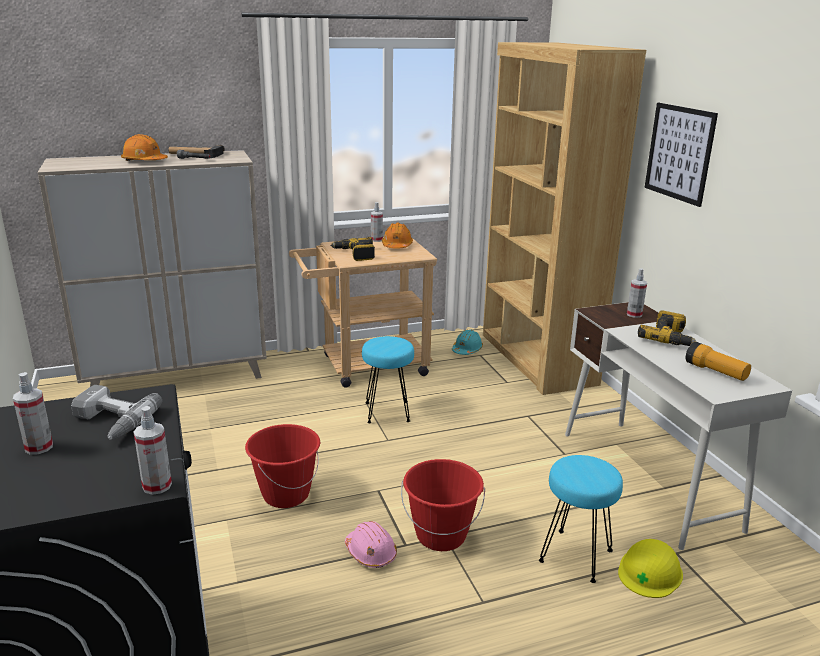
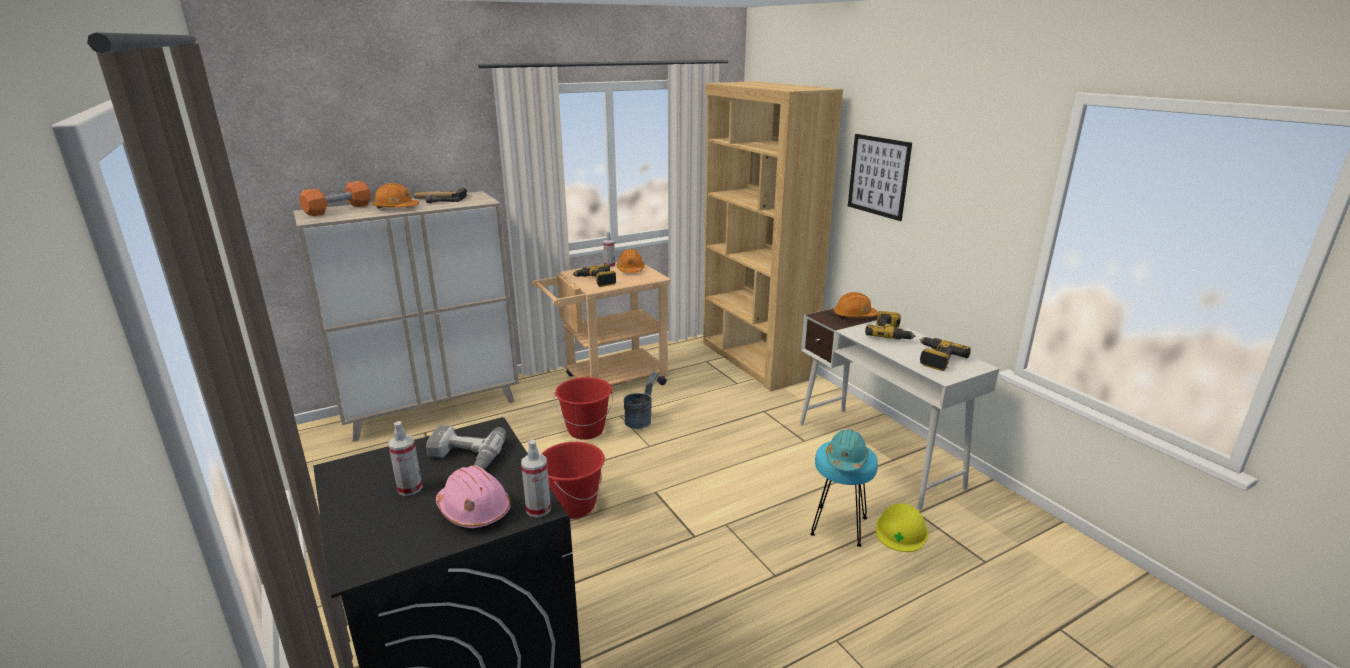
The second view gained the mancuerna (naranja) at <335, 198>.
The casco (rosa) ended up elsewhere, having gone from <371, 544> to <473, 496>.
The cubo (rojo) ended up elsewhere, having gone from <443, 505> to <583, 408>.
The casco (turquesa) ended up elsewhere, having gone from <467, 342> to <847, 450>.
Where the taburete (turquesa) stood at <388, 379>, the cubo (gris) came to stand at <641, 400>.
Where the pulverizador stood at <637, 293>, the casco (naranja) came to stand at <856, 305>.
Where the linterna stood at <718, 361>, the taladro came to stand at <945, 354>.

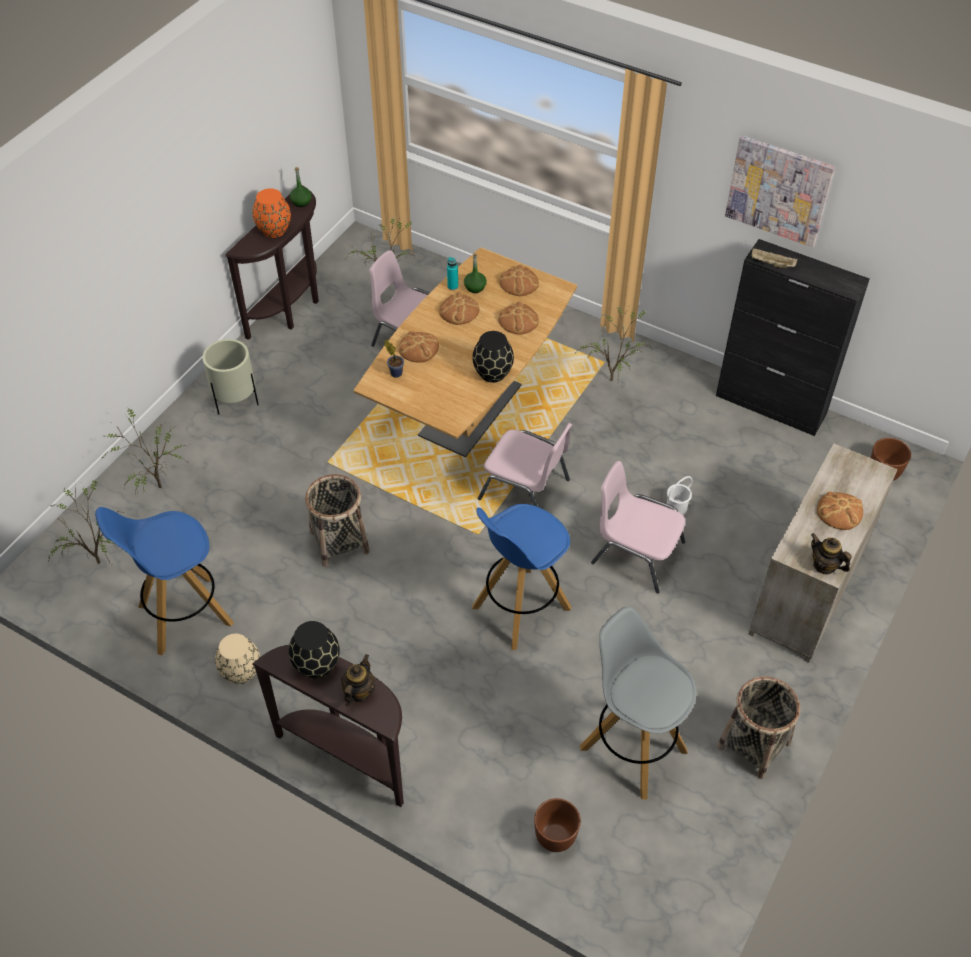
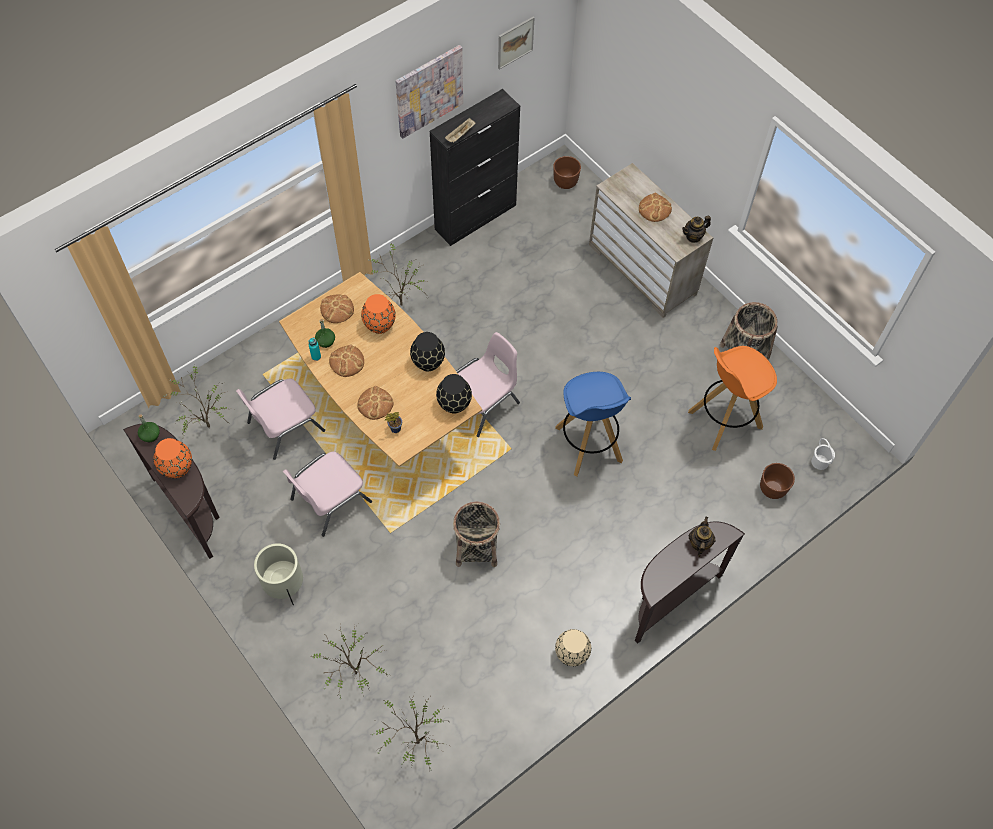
The second view lost the taburete (azul) at <164, 581>.
The second view gained the cuadro at <516, 43>.
The florero (negro) ended up elsewhere, having gone from <314, 649> to <454, 393>.
The silla (rosa) ended up elsewhere, having gone from <638, 527> to <327, 494>.
The cubo (blanco) ended up elsewhere, having gone from <679, 495> to <823, 454>.
Where the pan stood at <518, 318>, the florero (naranja) came to stand at <378, 314>.
What was the taburete (gris) at <638, 703> turned into the taburete (naranja) at <732, 398>.
The tetera at <358, 680> ended up facing another way, 60 degrees clockwise from before.

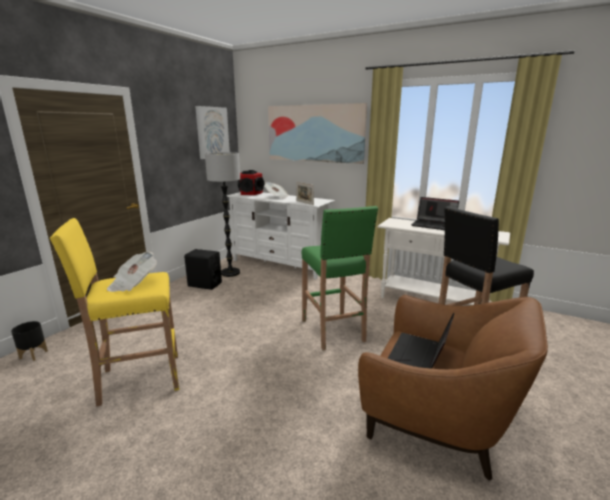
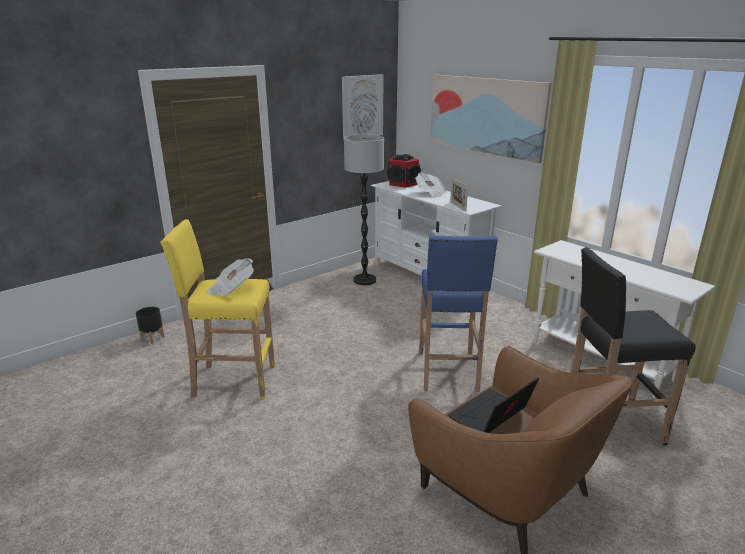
The second view lost the altavoz (negro) at <203, 269>.
The second view lost the portátil at <435, 213>.
What was the taburete (verde) at <340, 278> turned into the taburete (azul) at <458, 313>.

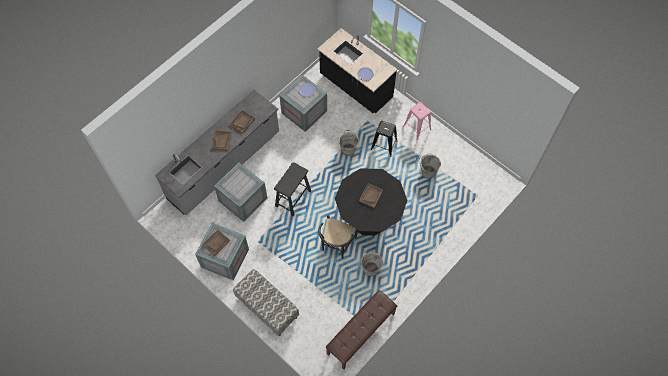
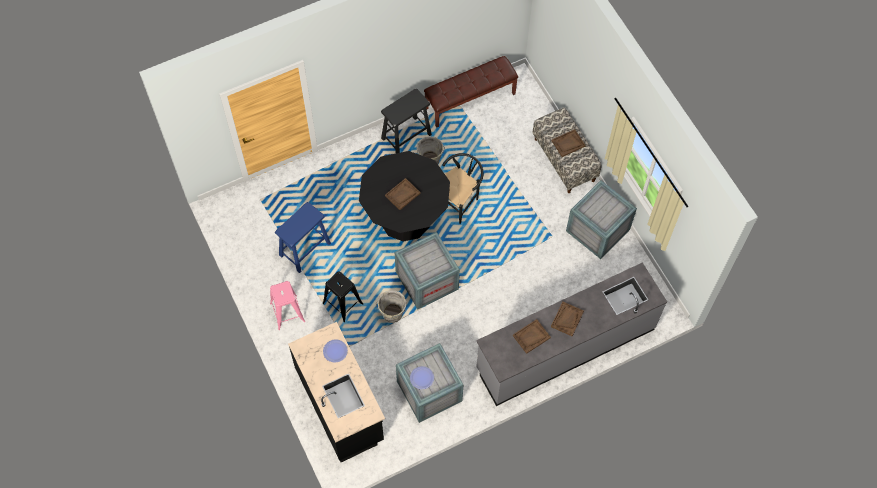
The bandeja (marrón) ended up elsewhere, having gone from <216, 243> to <569, 143>.
The caja de embalaje ended up elsewhere, having gone from <240, 192> to <427, 270>.
The taburete (negro) ended up elsewhere, having gone from <292, 189> to <406, 121>.
Where the cubo (gris) stood at <429, 166>, the taburete (azul) came to stand at <303, 237>.

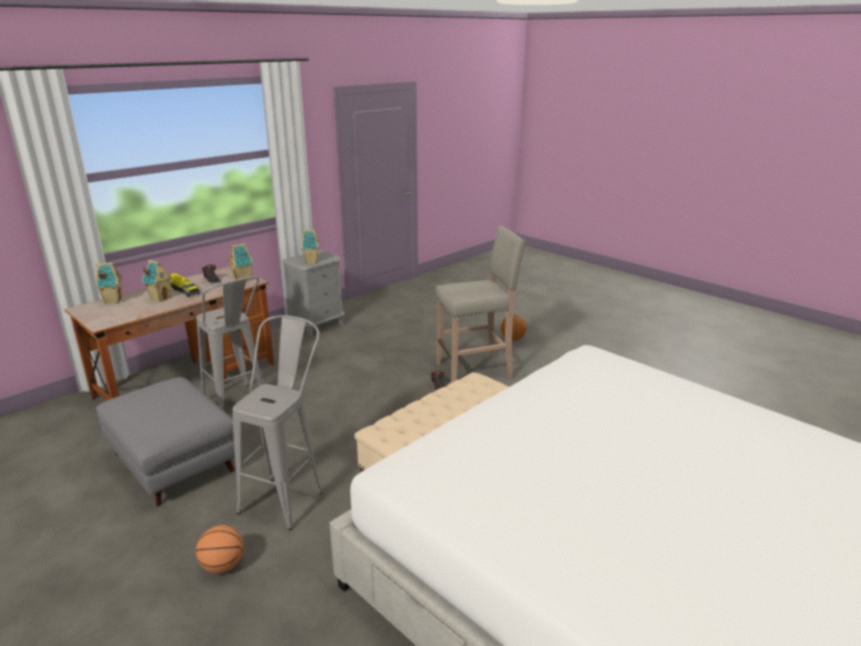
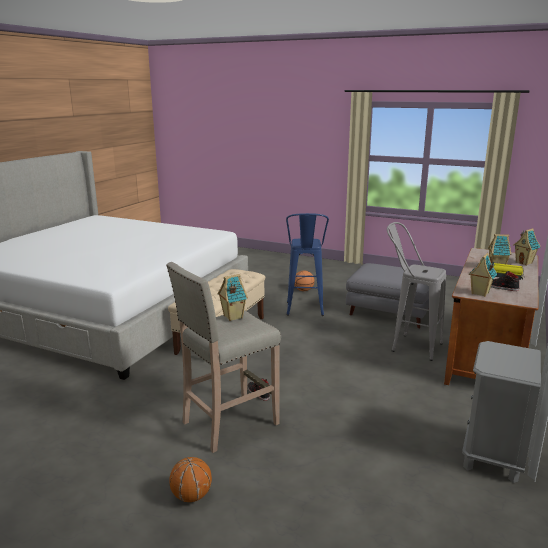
The casita ended up elsewhere, having gone from <310, 247> to <233, 297>.
What was the taburete (gris) at <277, 422> turned into the taburete (azul) at <307, 264>.

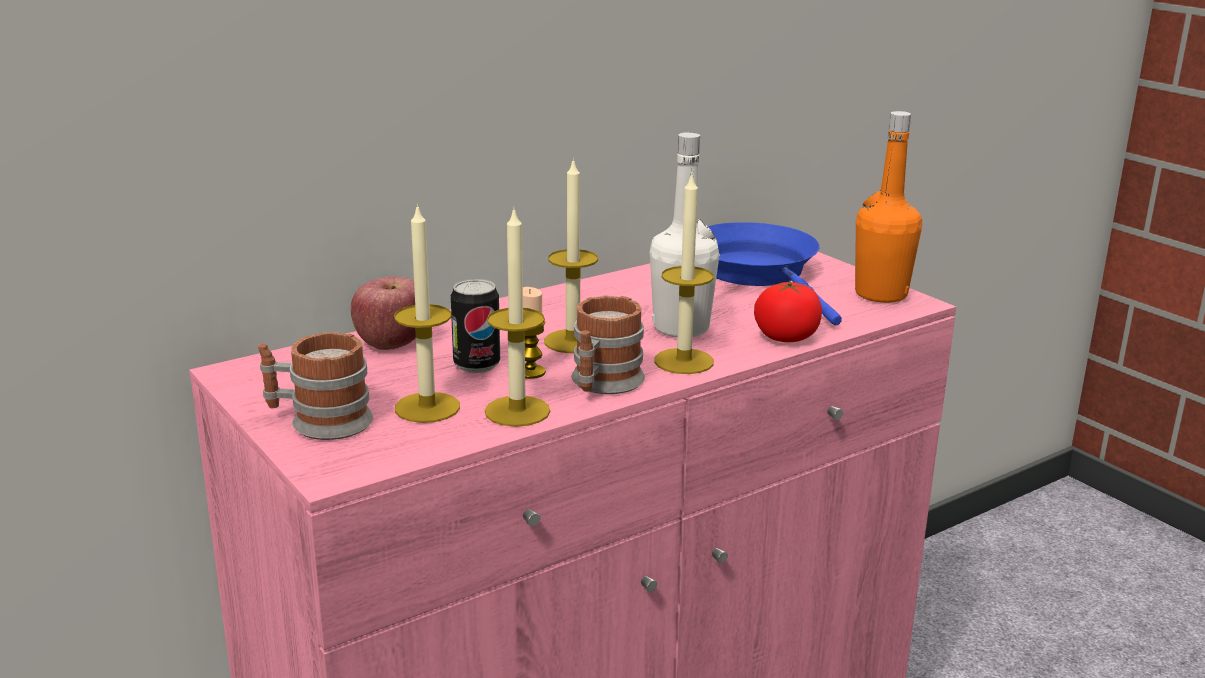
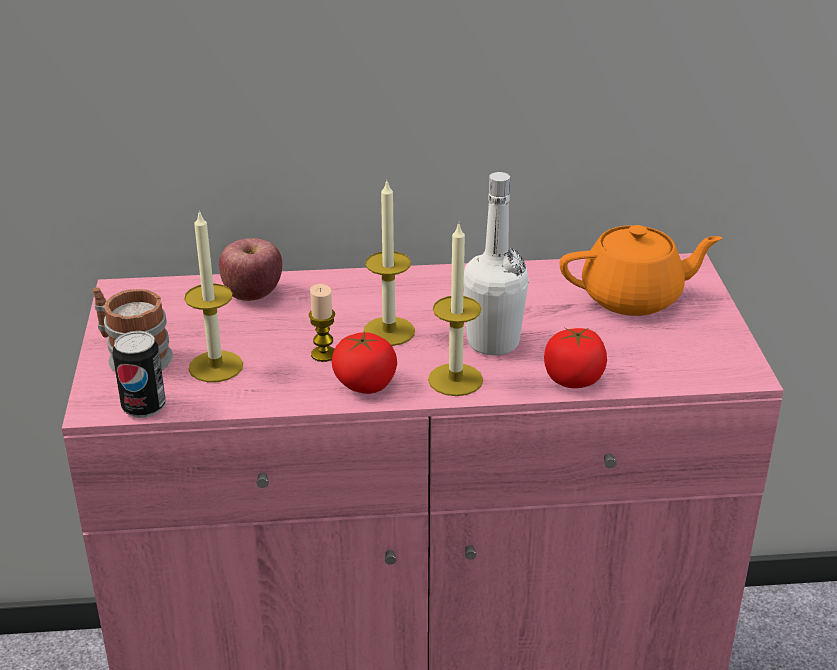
The second view lost the vela at <517, 316>.
The second view lost the botella (naranja) at <888, 207>.
The lata ended up elsewhere, having gone from <475, 326> to <139, 374>.
Where the taza grande stood at <608, 345>, the tomate came to stand at <364, 363>.
Where the sartén (azul) stood at <775, 274>, the tetera (naranja) came to stand at <640, 270>.

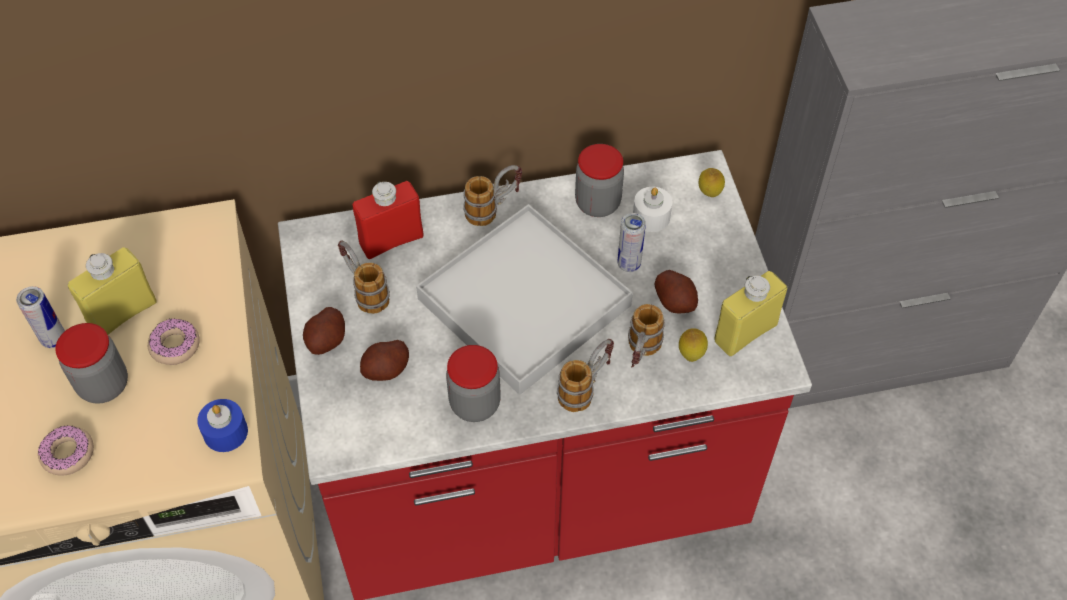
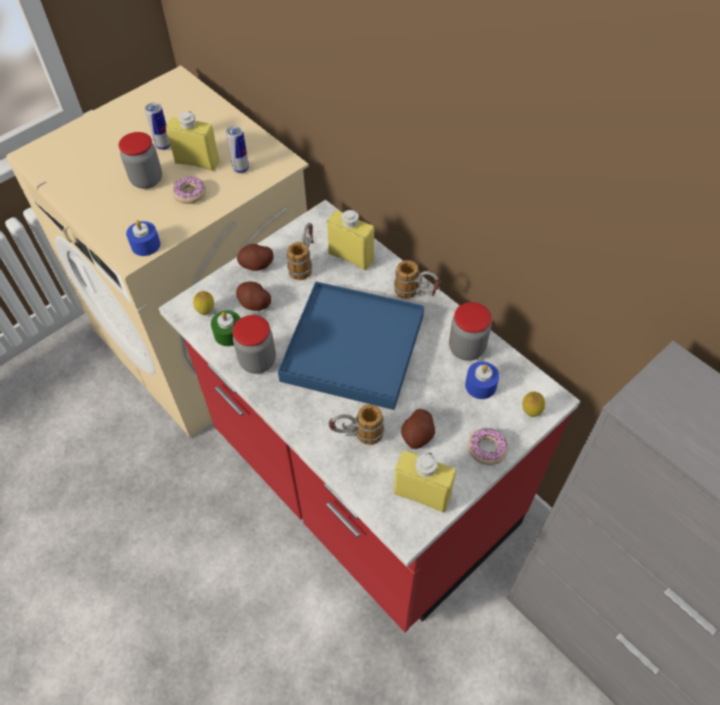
The second view lost the taza grande at <585, 375>.
The second view gained the vela (verde) at <225, 328>.
The rosquilla ended up elsewhere, having gone from <66, 450> to <488, 446>.
The lata ended up elsewhere, having gone from <632, 242> to <237, 149>.
The limón ended up elsewhere, having gone from <693, 345> to <203, 303>.
What was the botella (rojo) at <388, 220> turned into the botella (amarillo) at <350, 240>.
What was the bandeja (blanco) at <524, 299> turned into the bandeja (azul) at <351, 346>.
What was the vela (blanco) at <653, 209> turned into the vela (azul) at <482, 380>.

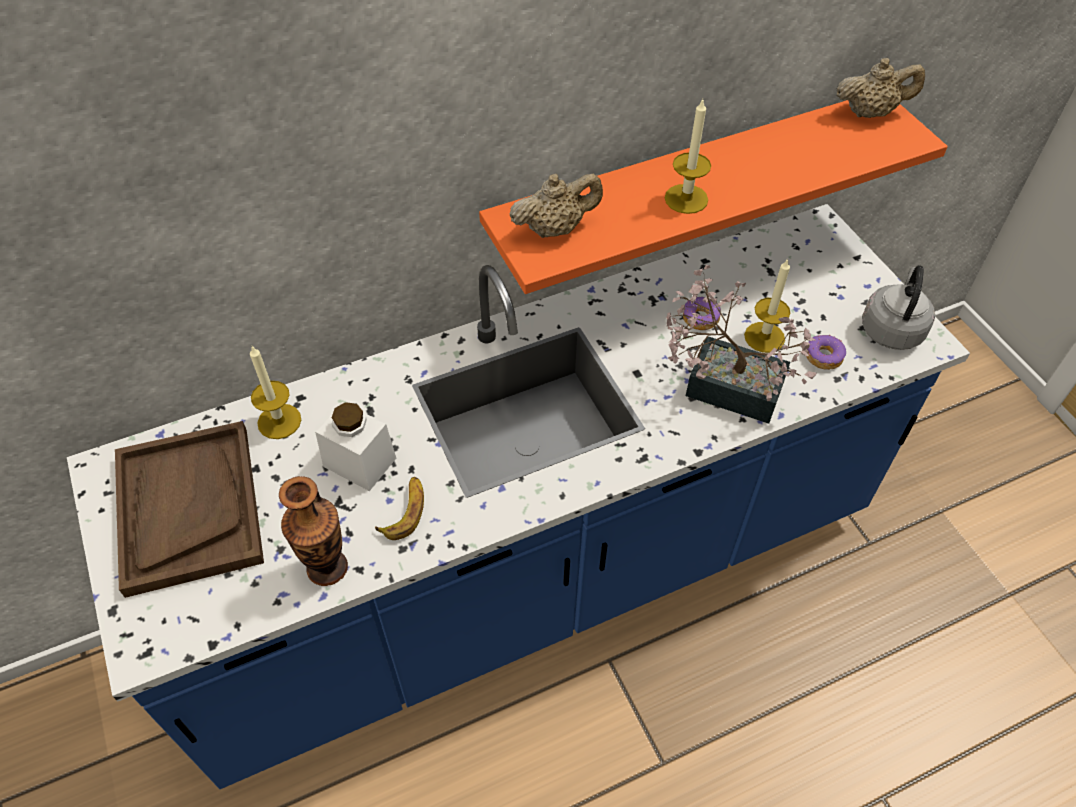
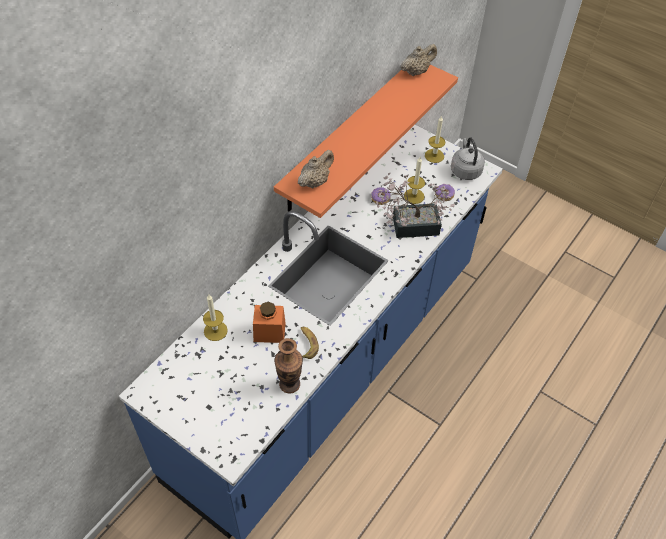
The second view lost the bandeja (marrón) at <189, 509>.
The vela ended up elsewhere, having gone from <688, 156> to <435, 139>.
What was the tarro (blanco) at <355, 446> turned into the tarro (naranja) at <269, 322>.

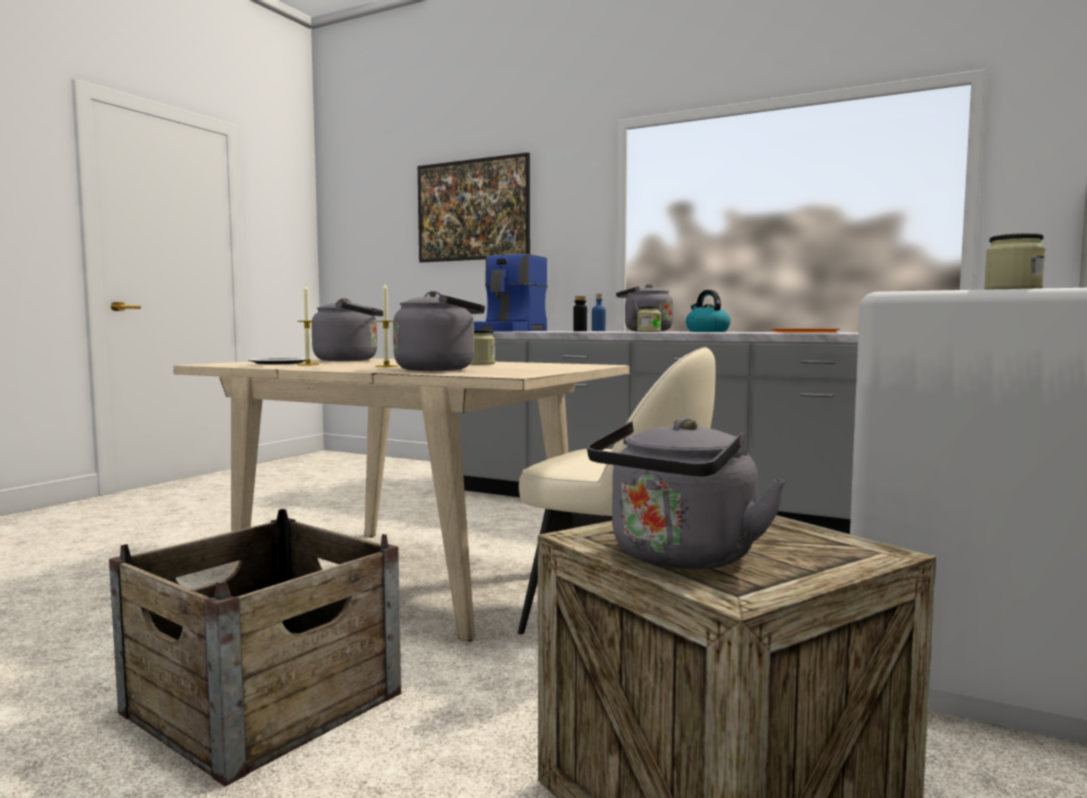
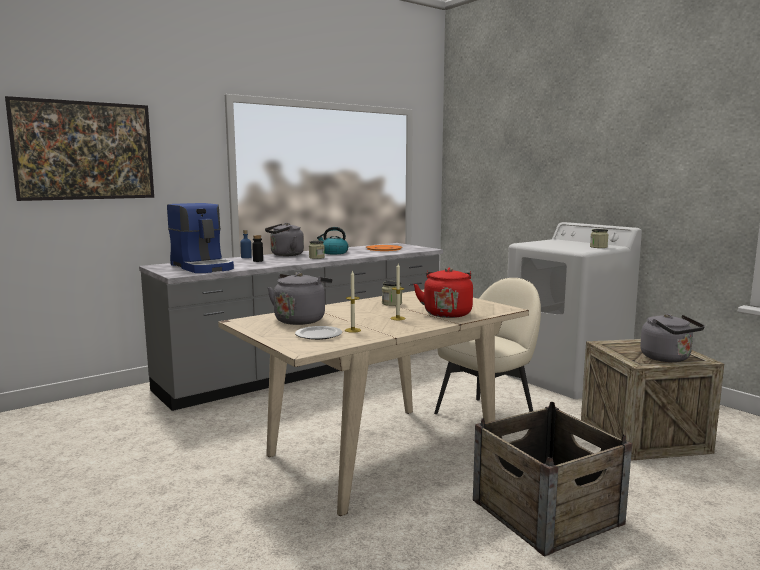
What was the hervidor (gris) at <439, 331> turned into the hervidor (rojo) at <443, 293>.

